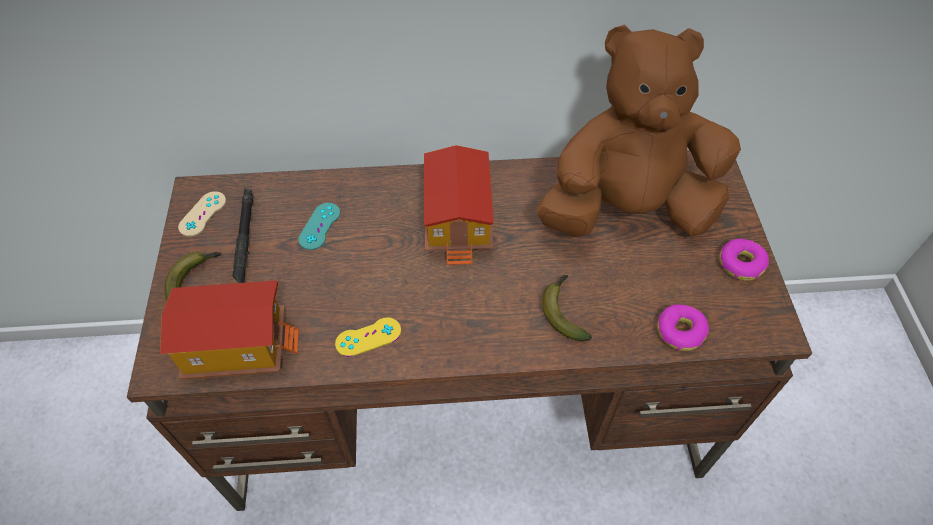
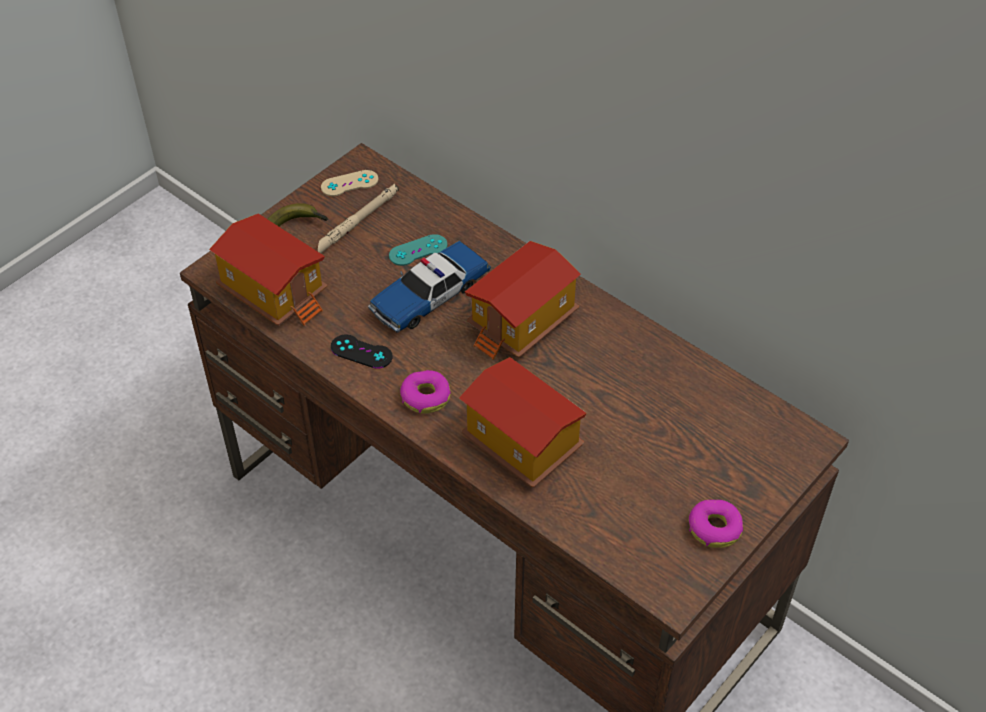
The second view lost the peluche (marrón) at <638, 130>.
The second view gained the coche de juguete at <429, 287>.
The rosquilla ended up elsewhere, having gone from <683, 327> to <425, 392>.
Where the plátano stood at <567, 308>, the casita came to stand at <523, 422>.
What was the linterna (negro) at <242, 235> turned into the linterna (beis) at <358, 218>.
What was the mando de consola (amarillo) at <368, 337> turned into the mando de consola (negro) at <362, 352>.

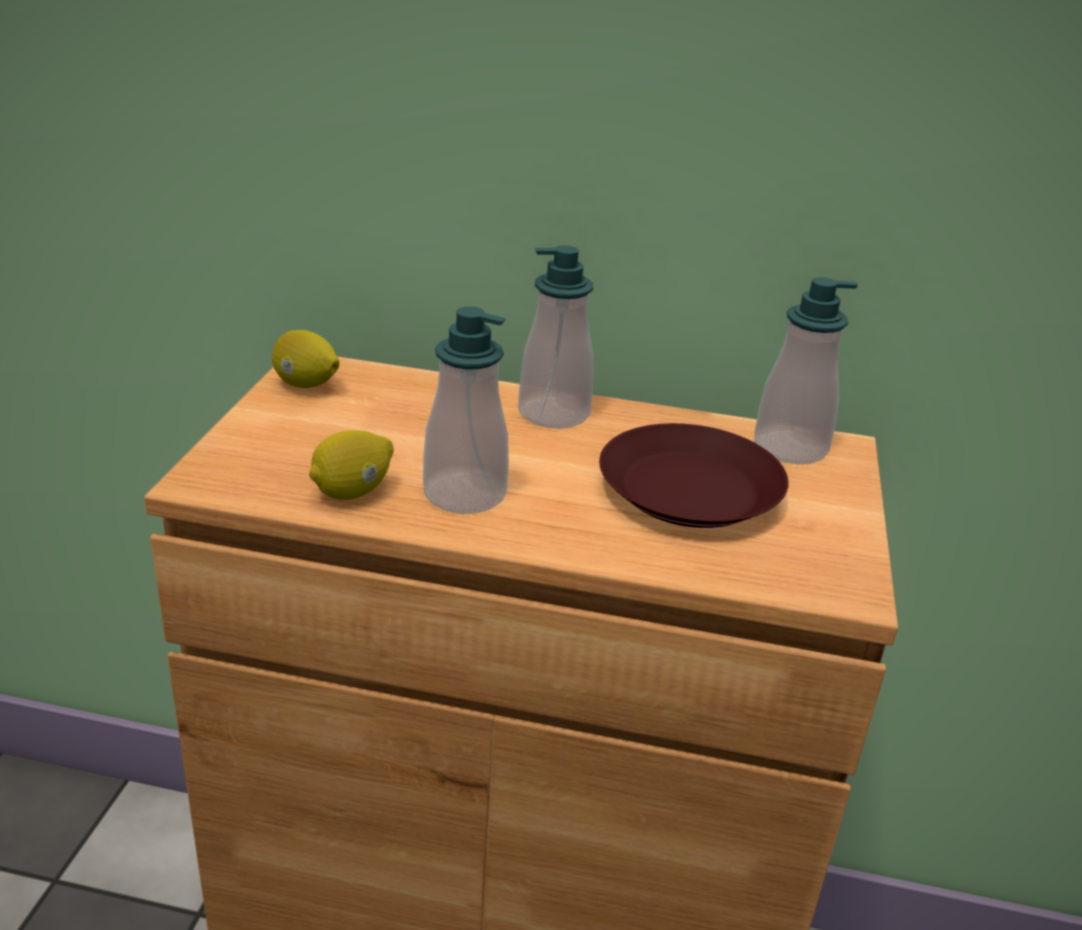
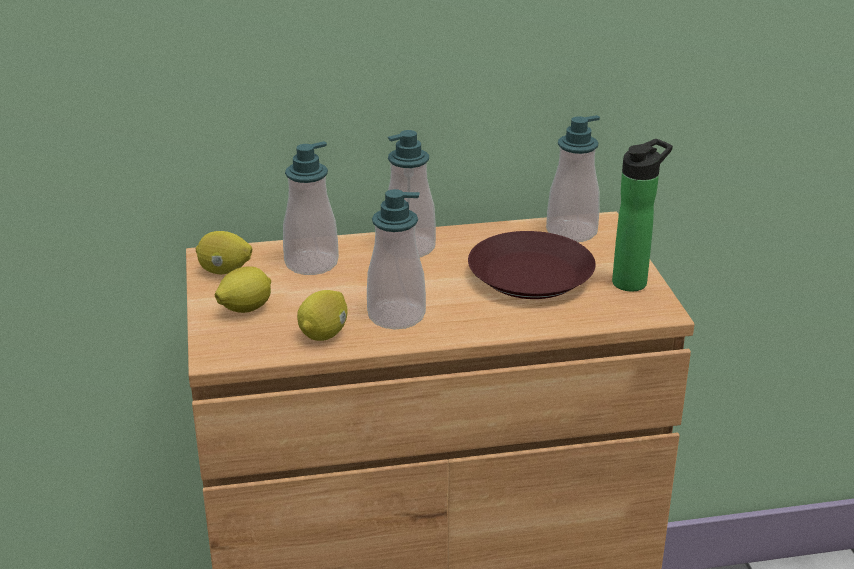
The second view gained the limón at <243, 289>.
The second view gained the dispensador de jabón at <311, 208>.
The second view gained the botella at <642, 215>.

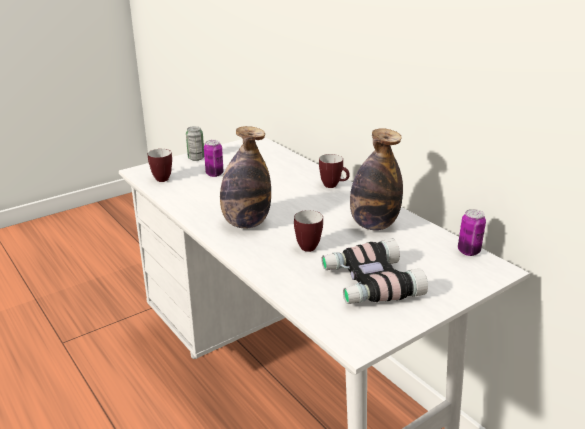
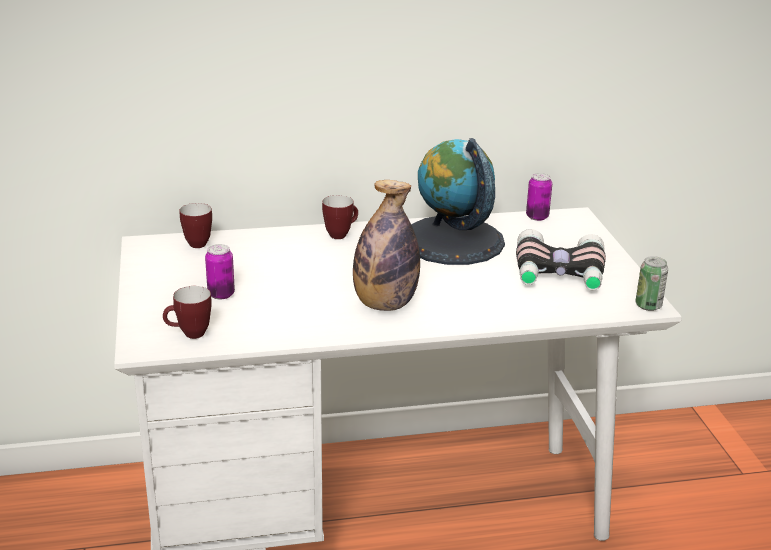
The lata ended up elsewhere, having gone from <195, 143> to <651, 283>.
The taza grande ended up elsewhere, having gone from <308, 231> to <195, 225>.
Where the botella stood at <376, 179>, the globo terráqueo came to stand at <458, 201>.

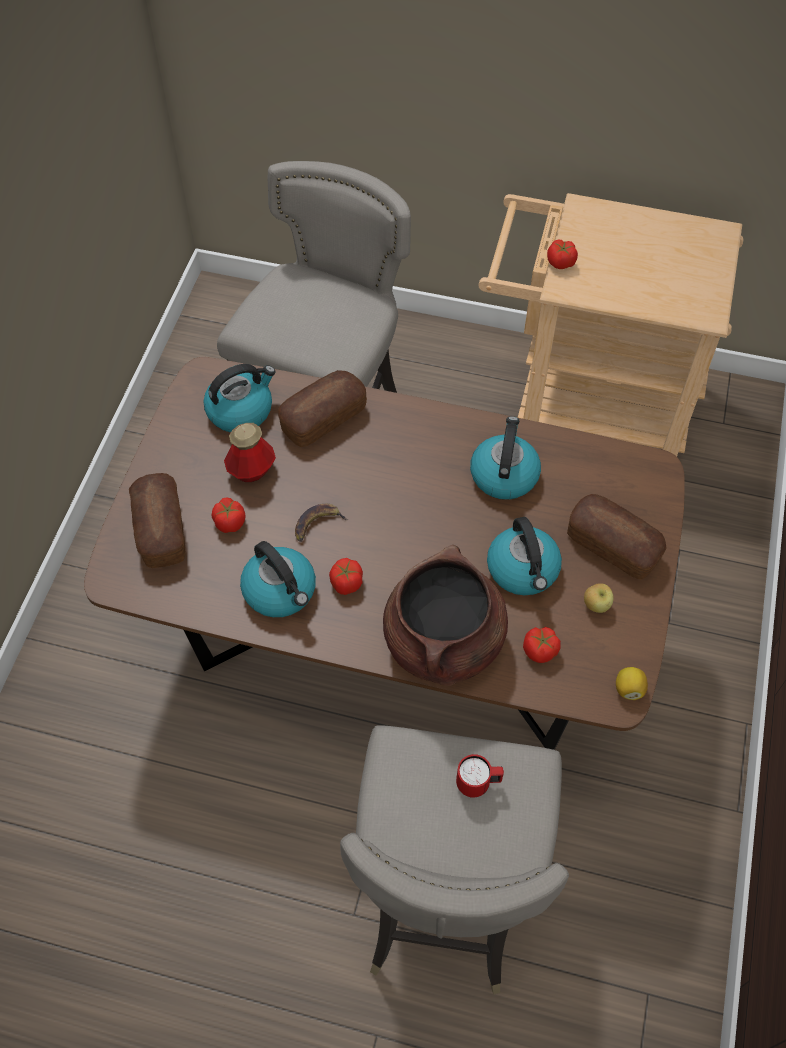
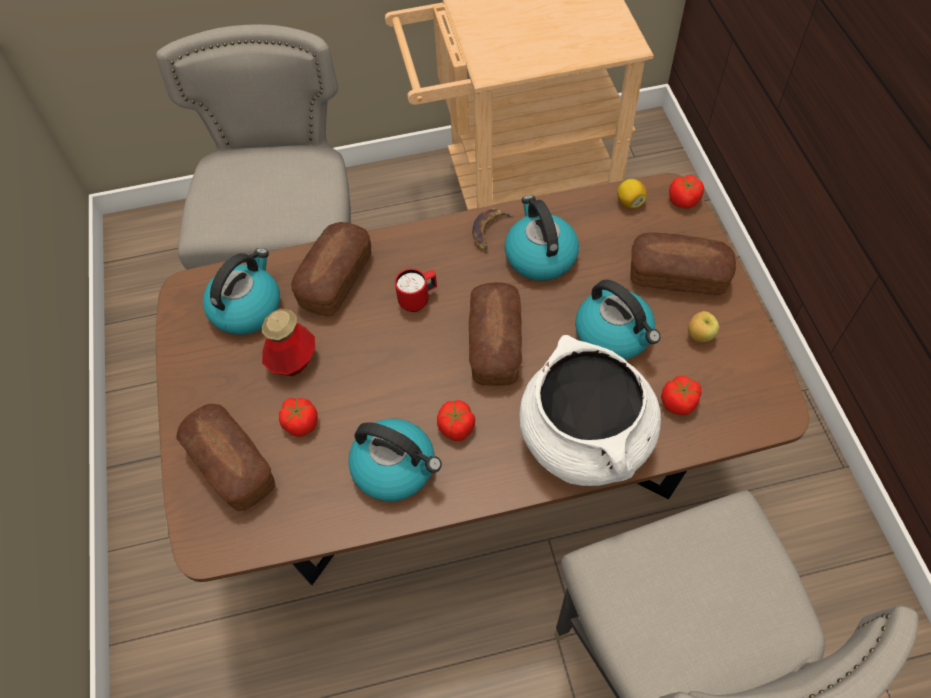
The second view gained the pan at <495, 334>.
The plátano ended up elsewhere, having gone from <322, 523> to <493, 229>.
The taza grande (rojo) ended up elsewhere, having gone from <480, 776> to <416, 290>.
The tomate ended up elsewhere, having gone from <562, 254> to <686, 192>.
The limón ended up elsewhere, having gone from <632, 683> to <632, 194>.
What was the olla (marrón) at <445, 615> turned into the olla (blanco) at <590, 410>.

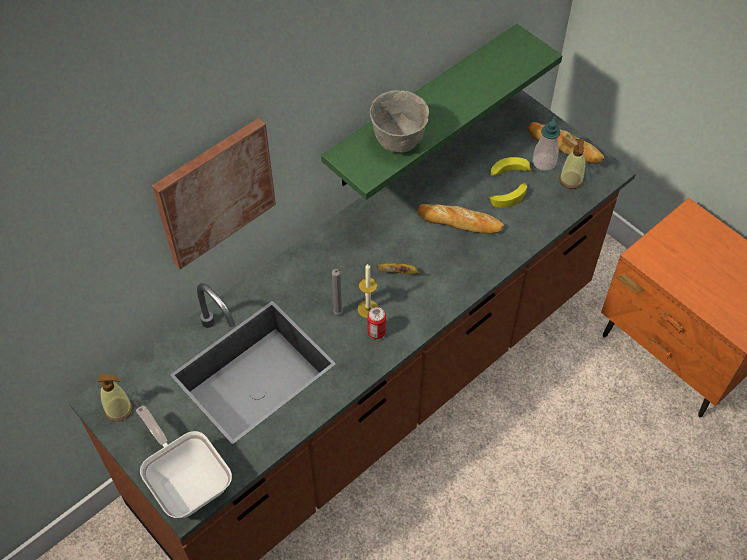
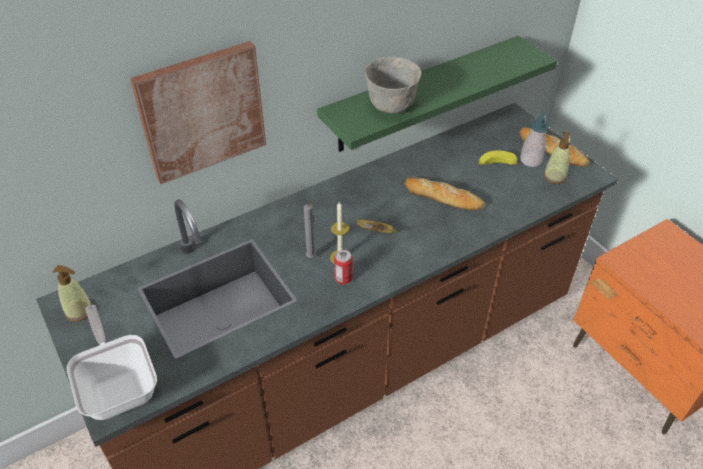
The second view lost the plátano at <507, 195>.

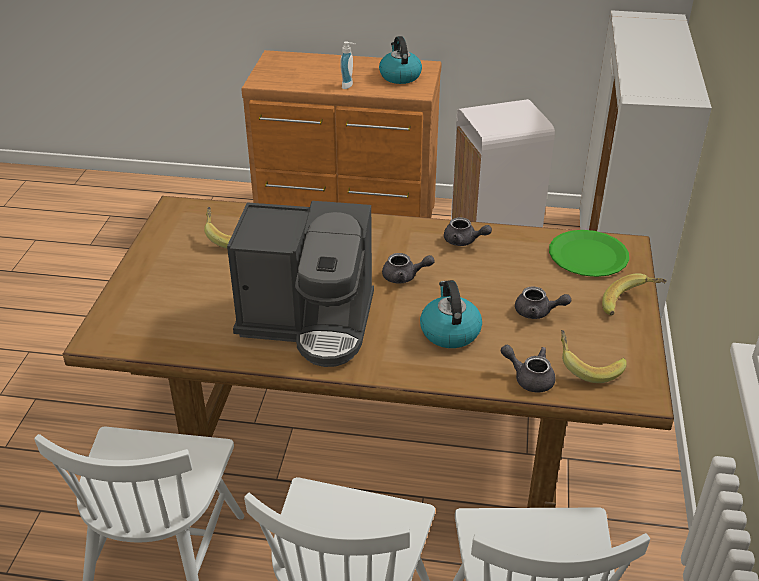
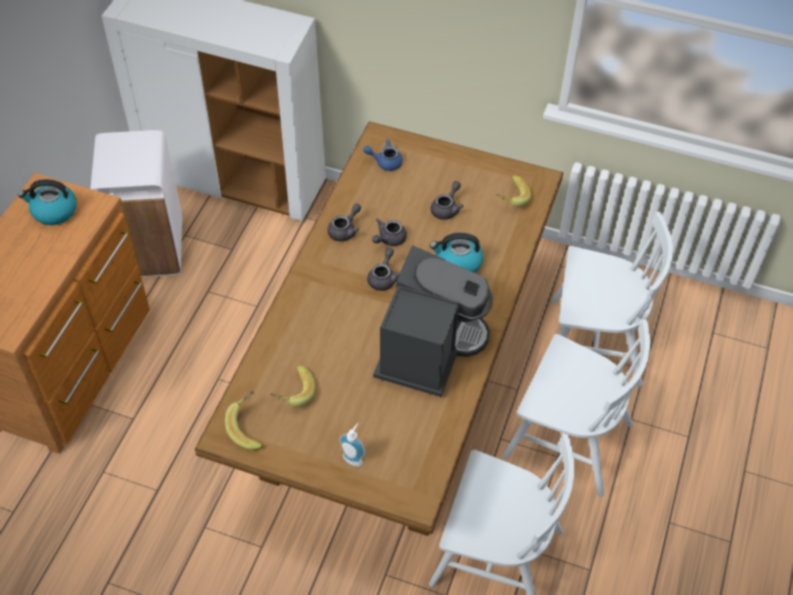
The dispensador de jabón ended up elsewhere, having gone from <347, 65> to <352, 445>.
The tetera (gris) ended up elsewhere, having gone from <528, 368> to <389, 232>.
The plátano ended up elsewhere, having gone from <634, 294> to <244, 420>.
Where the plato (verde) stood at <589, 253>, the tetera (azul) came to stand at <383, 155>.

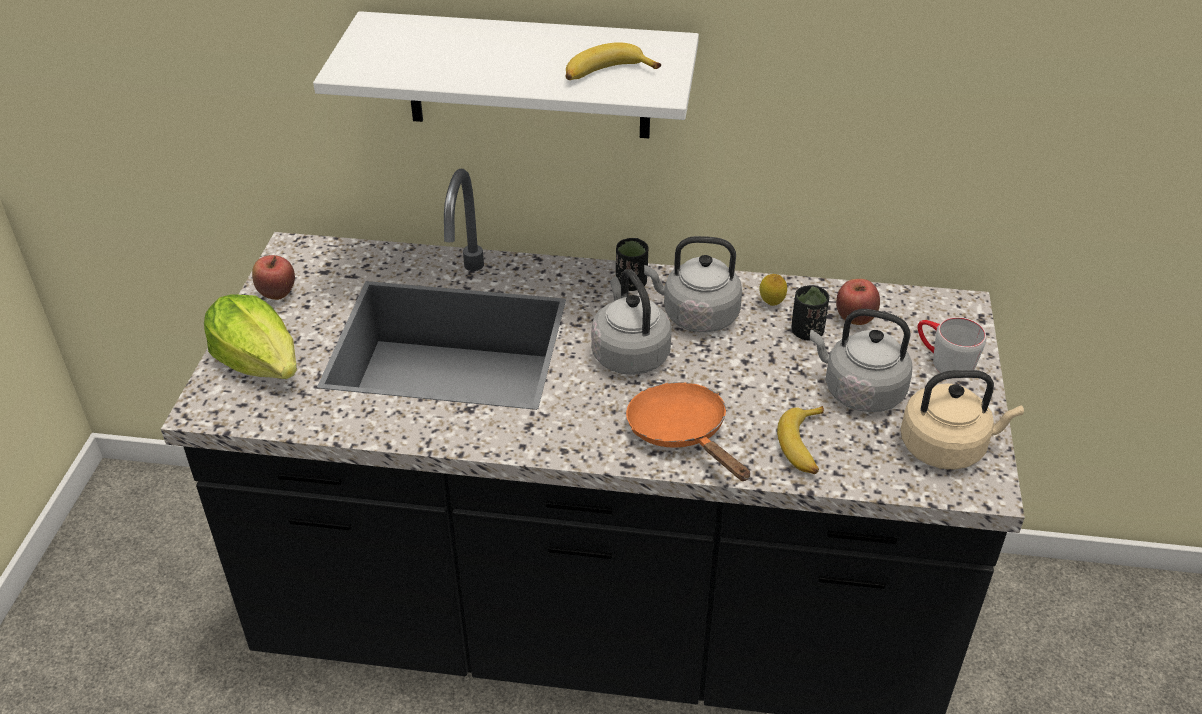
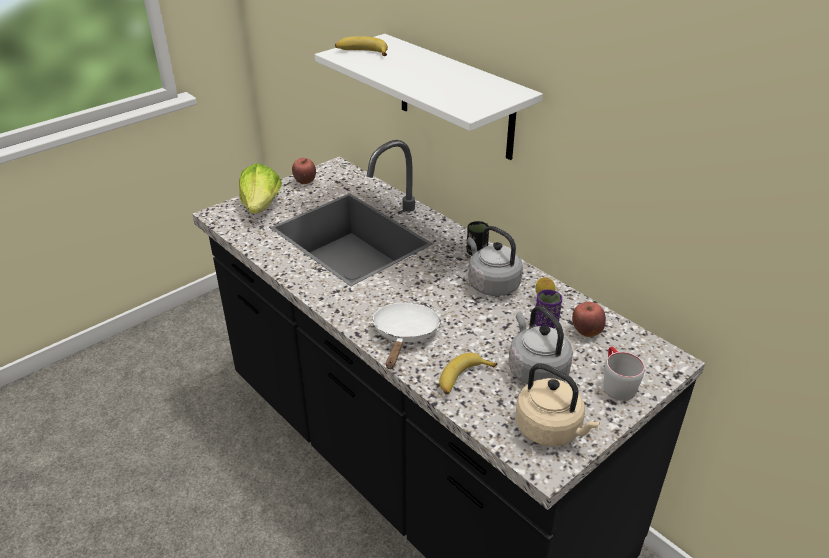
The second view lost the hervidor (gris) at <631, 322>.
The plátano ended up elsewhere, having gone from <613, 61> to <361, 46>.
What was the sartén (naranja) at <688, 431> turned into the sartén (blanco) at <406, 335>.
What was the taza (negro) at <810, 312> turned into the taza (morado) at <548, 309>.

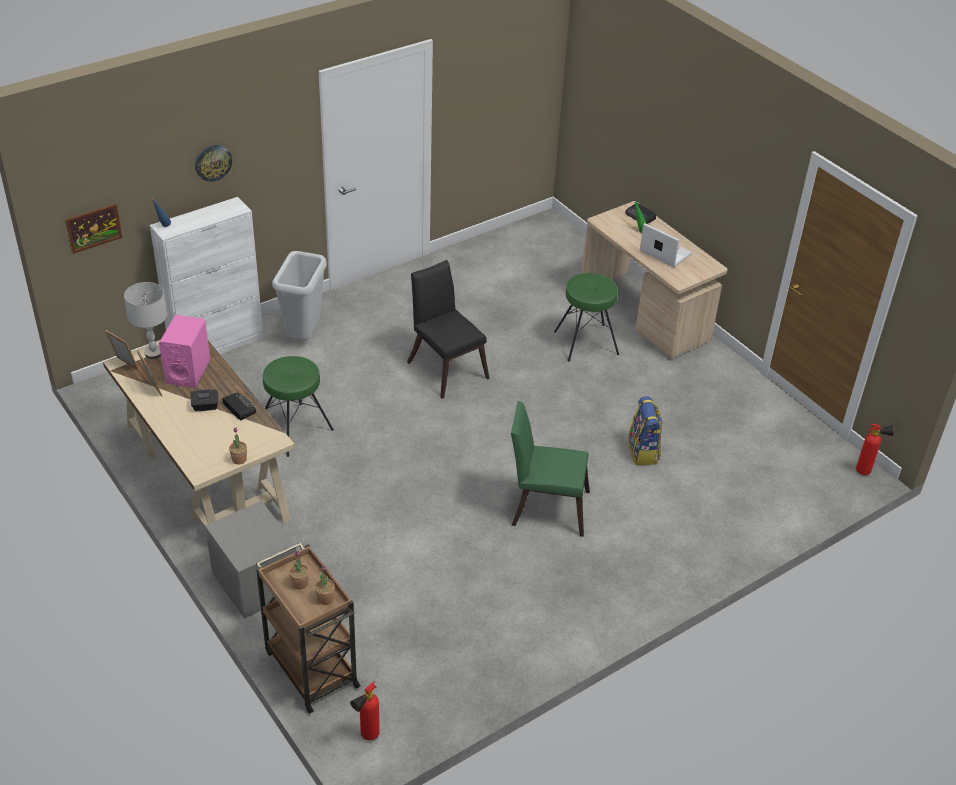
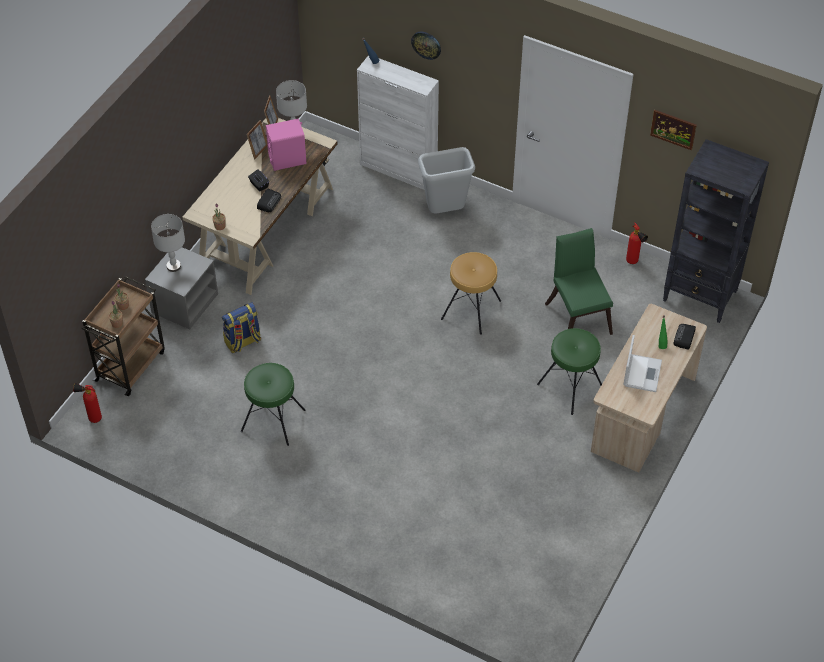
The second view gained the lámpara de mesa (gris) at <168, 243>.
The second view gained the estantería (negro) at <716, 231>.
The cuadro ended up elsewhere, having gone from <93, 229> to <673, 130>.
The taburete (verde) ended up elsewhere, having gone from <298, 406> to <273, 404>.
The silla (verde) ended up elsewhere, having gone from <550, 469> to <579, 281>.
The mochila ended up elsewhere, having gone from <645, 430> to <241, 327>.
The extintor ended up elsewhere, having gone from <875, 449> to <637, 243>.
Where the silla (negro) stood at <448, 329>, the taburete (marrón) came to stand at <471, 293>.

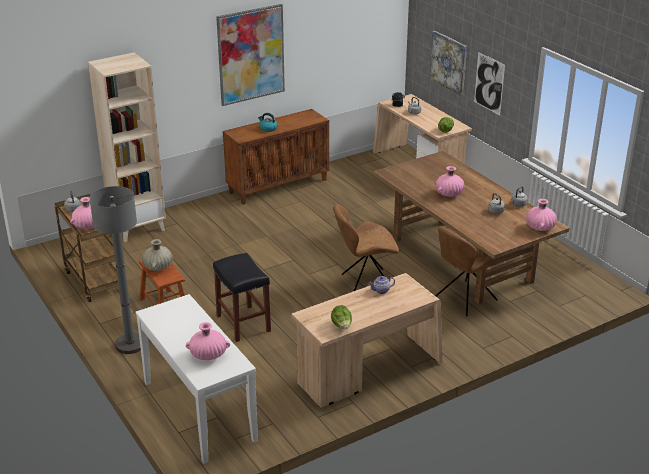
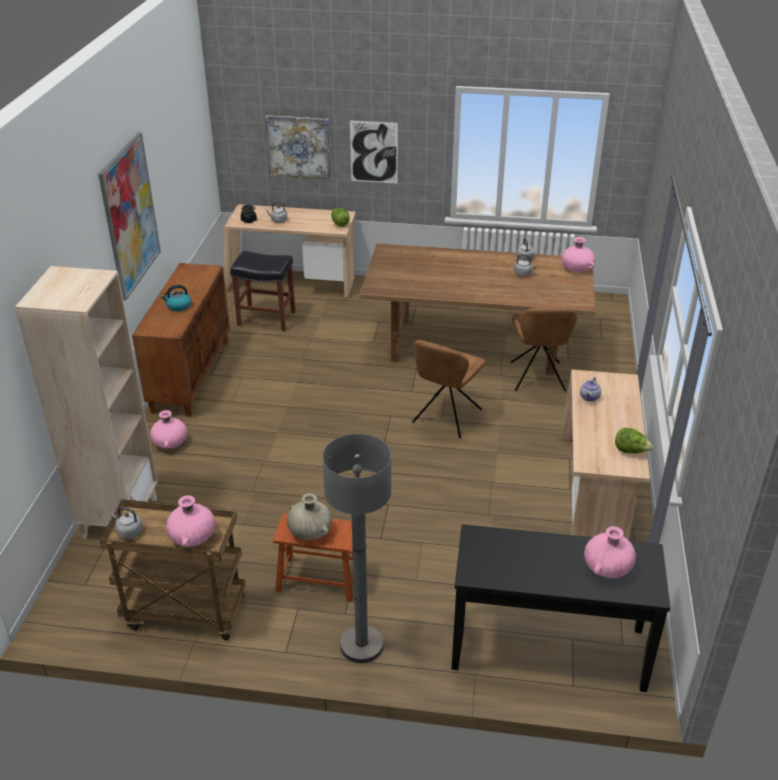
The taburete (negro) ended up elsewhere, having gone from <242, 297> to <262, 291>.
The florero (rosa) ended up elsewhere, having gone from <450, 181> to <168, 429>.
What was the mesa consola (blanco) at <197, 379> turned into the mesa consola (negro) at <560, 608>.

